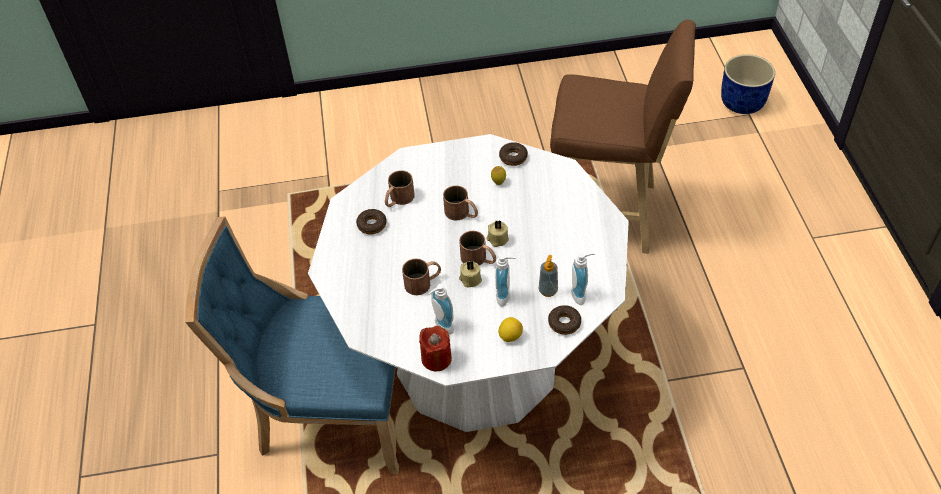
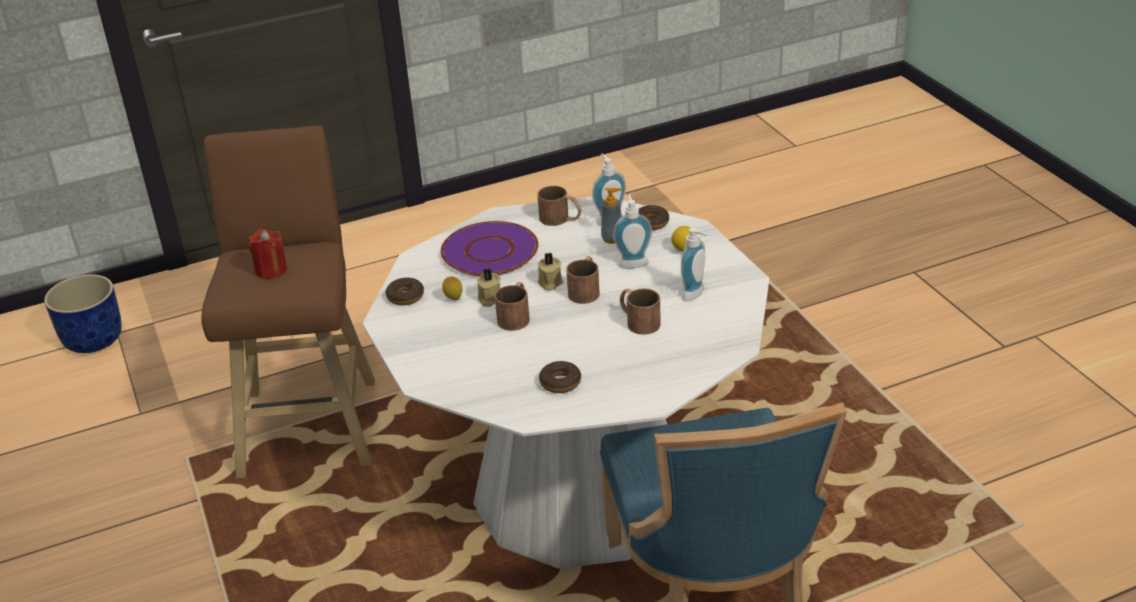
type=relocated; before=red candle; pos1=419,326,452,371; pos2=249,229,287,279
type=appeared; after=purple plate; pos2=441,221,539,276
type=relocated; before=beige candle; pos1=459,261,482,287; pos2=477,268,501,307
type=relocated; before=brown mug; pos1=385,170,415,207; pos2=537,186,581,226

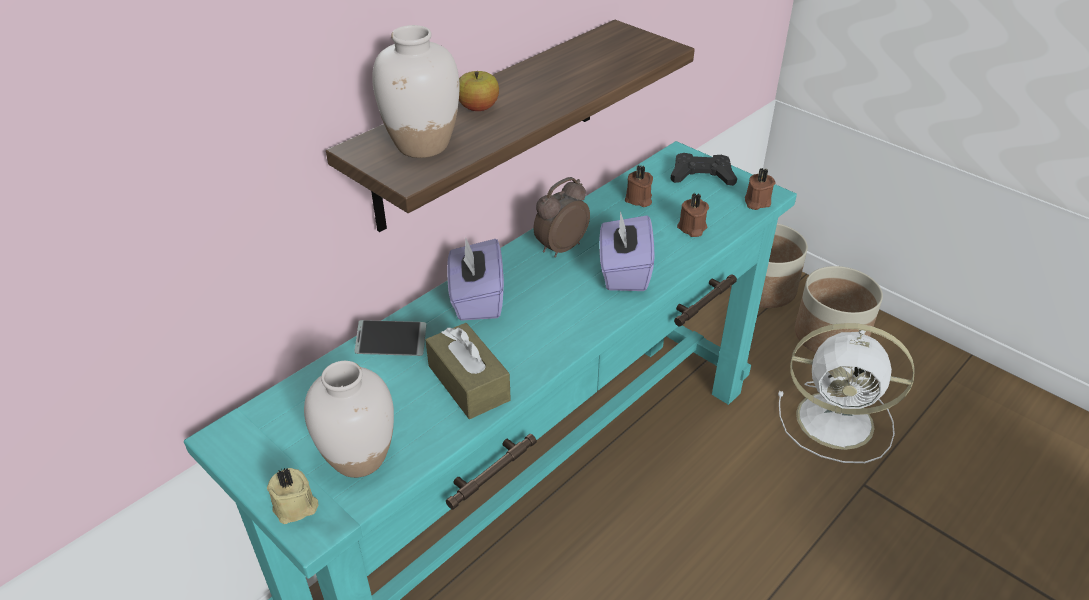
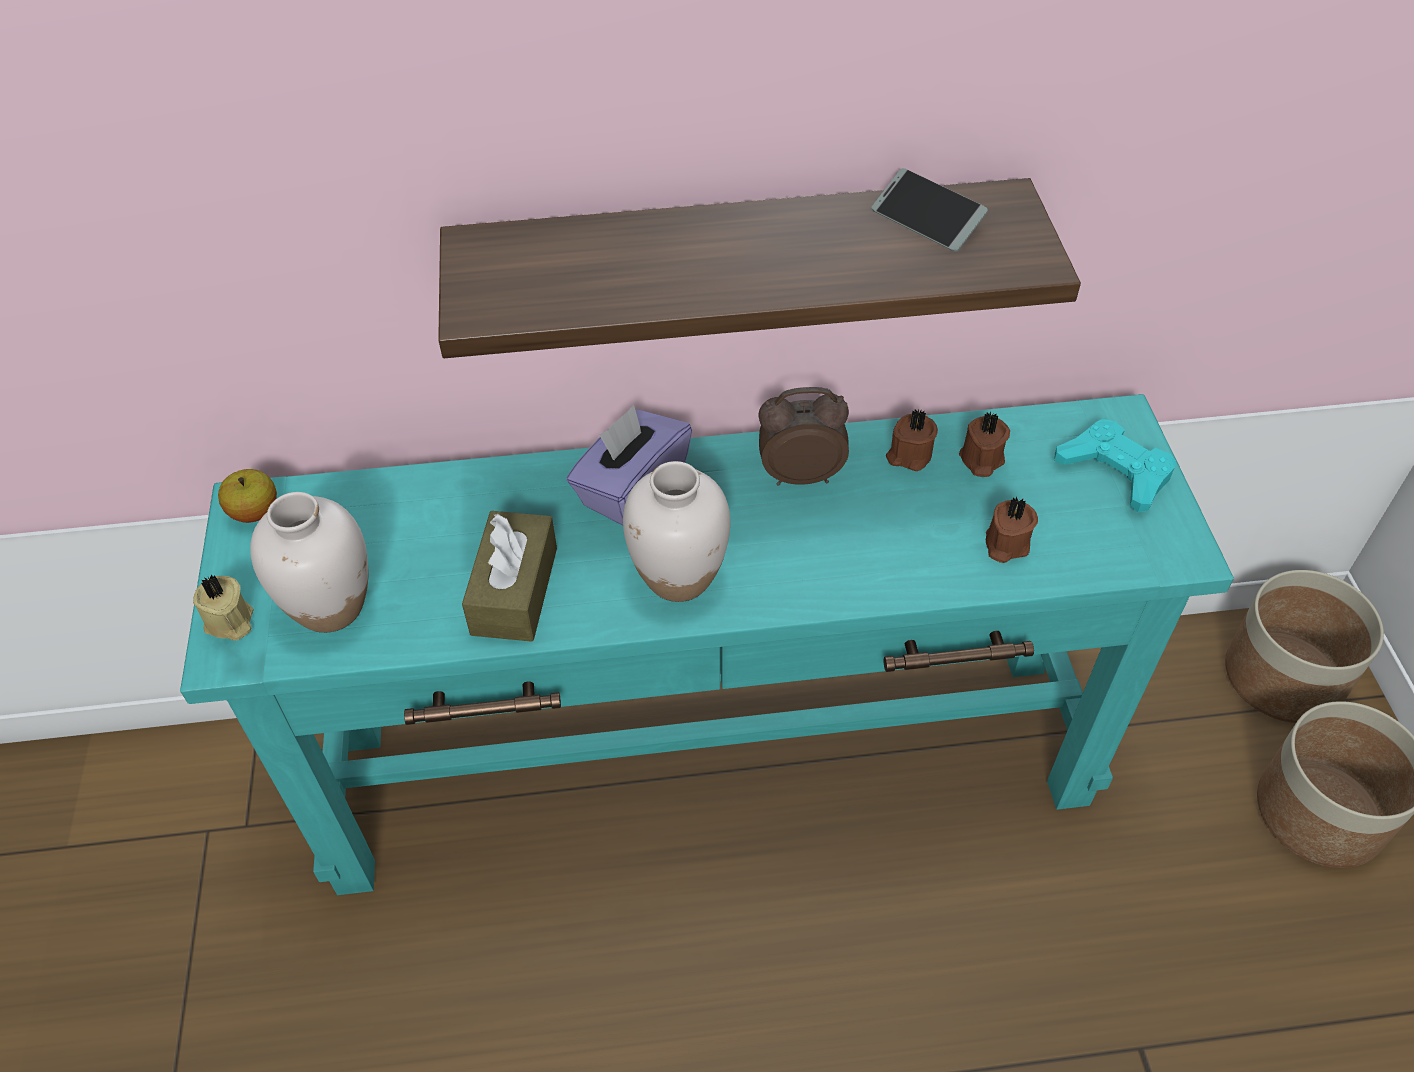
type=relocated; before=apple; pos1=459,71,499,111; pos2=218,469,277,523
type=relocated; before=white vase; pos1=372,25,460,158; pos2=623,461,731,602
type=relocated; before=phone; pos1=354,320,426,356; pos2=871,168,988,252
type=relocated; before=brown candle; pos1=745,168,775,210; pos2=886,409,938,471
type=colour; before=black game controller; after=turquoise game controller; pos1=671,153,737,186; pos2=1054,419,1176,512
type=missing; before=purple tissue box; pos1=599,211,655,291
type=missing; before=white fan; pos1=778,323,914,463

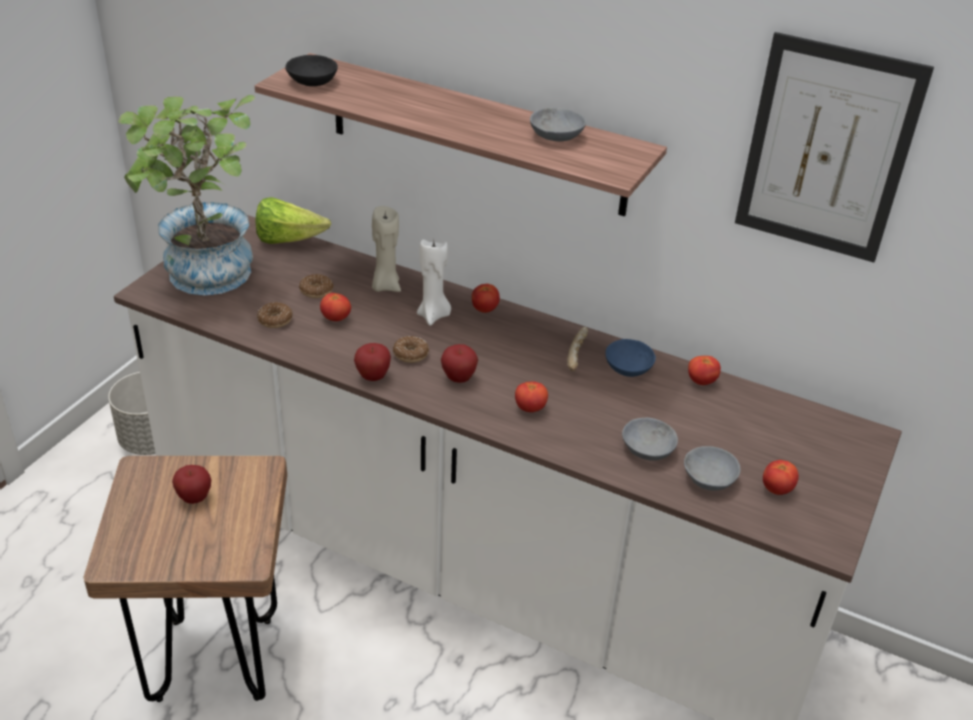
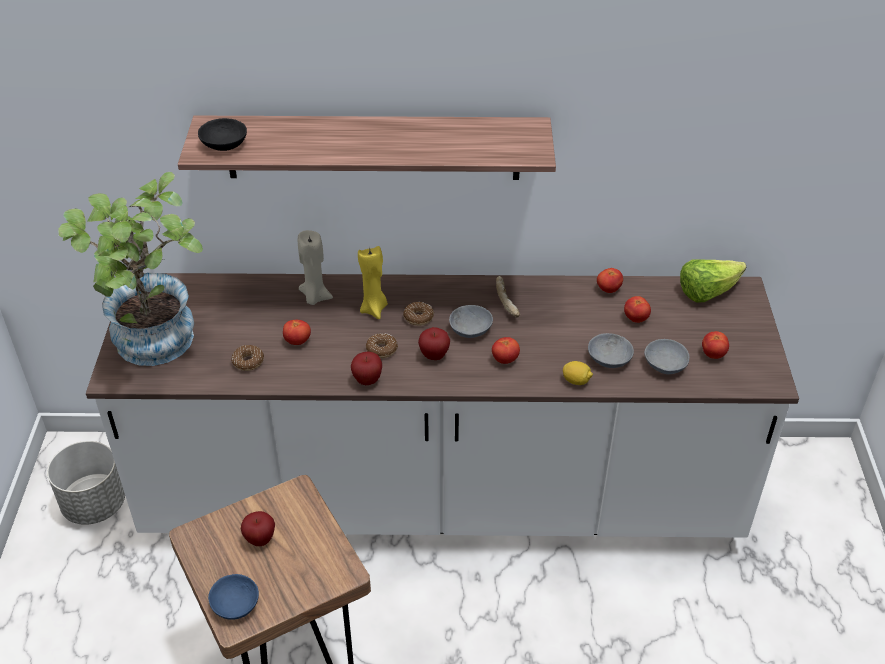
type=relocated; before=blue bowl; pos1=605,339,656,377; pos2=208,574,259,620
type=colour; before=white candle; after=yellow candle; pos1=417,239,451,326; pos2=358,246,388,319
type=relocated; before=donut; pos1=299,274,333,298; pos2=403,302,434,326
type=relocated; before=grey bowl; pos1=530,108,586,141; pos2=449,305,493,338
type=appeared; after=lemon; pos2=563,361,593,385
type=relocated; before=tomato; pos1=472,284,500,313; pos2=624,296,651,323
type=relocated; before=lettuce; pos1=255,197,331,244; pos2=680,260,746,303
type=missing; before=picture; pos1=735,32,934,262

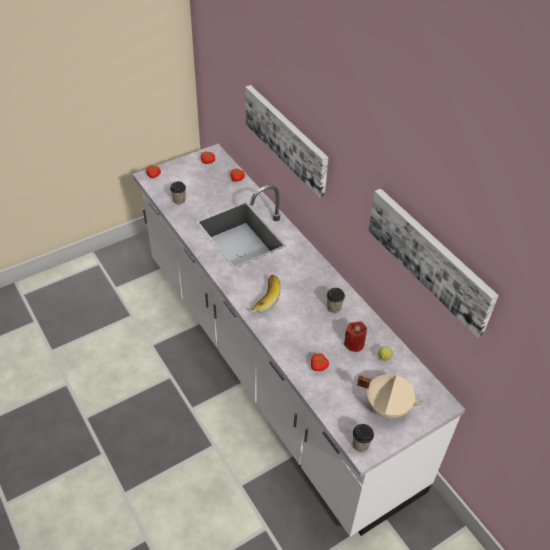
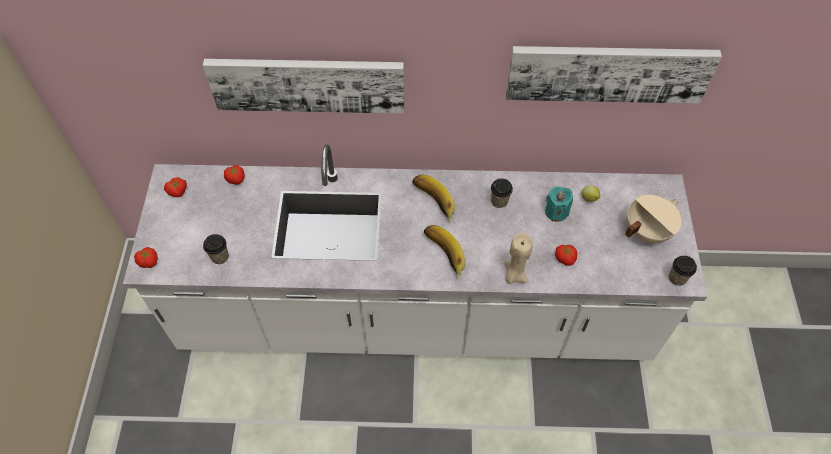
type=appeared; after=banana; pos2=412,175,455,221
type=appeared; after=beige candle; pos2=504,233,533,284
type=colour; before=red candle; after=turquoise candle; pos1=344,321,367,352; pos2=545,186,573,222

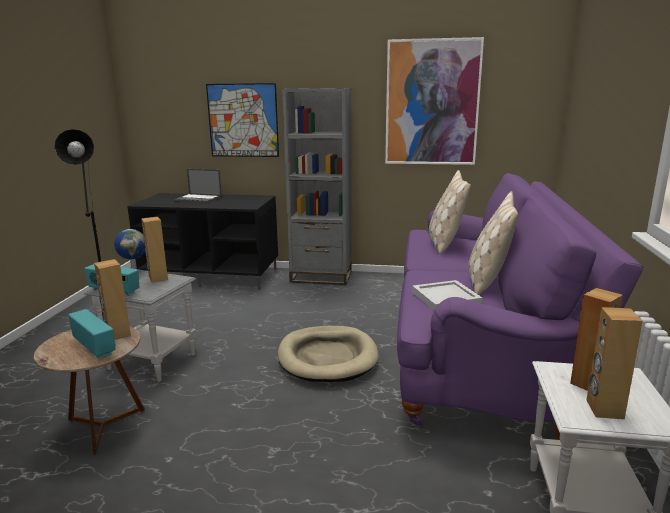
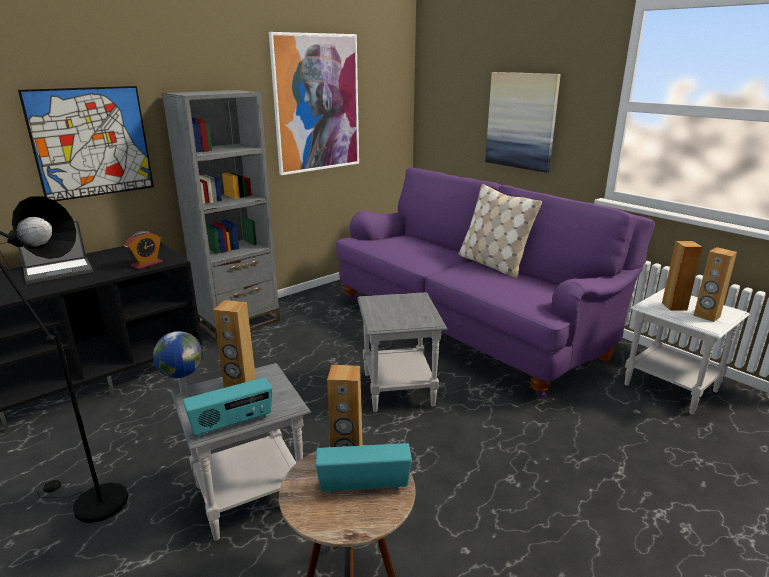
type=appeared; after=alarm clock; pos2=124,231,163,270
type=exchanged; before=beige dog bed; after=grey side table; pos1=278,326,379,382; pos2=357,292,447,412
type=appeared; after=picture; pos2=485,72,561,173
type=missing; before=white tray; pos1=412,280,482,310
type=missing; before=beige pillow; pos1=429,170,471,254

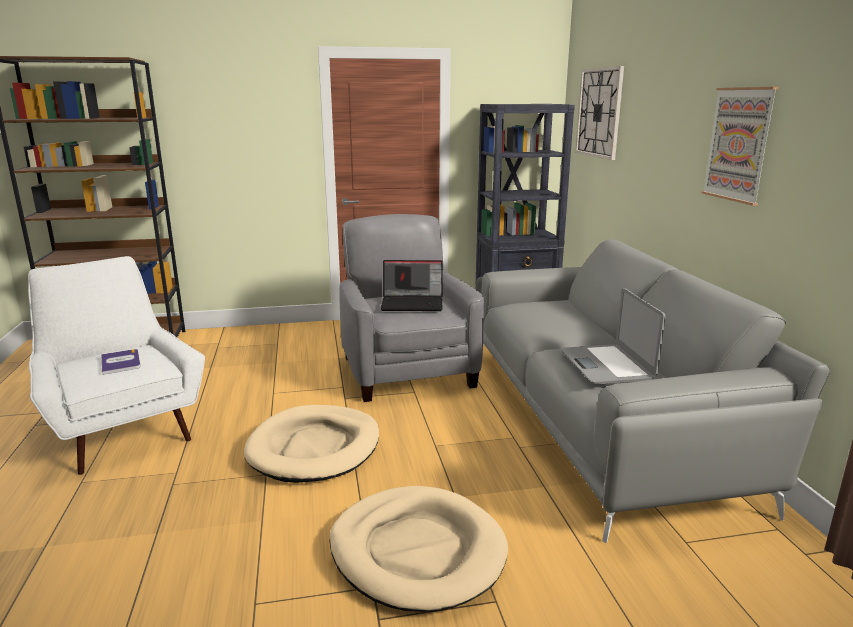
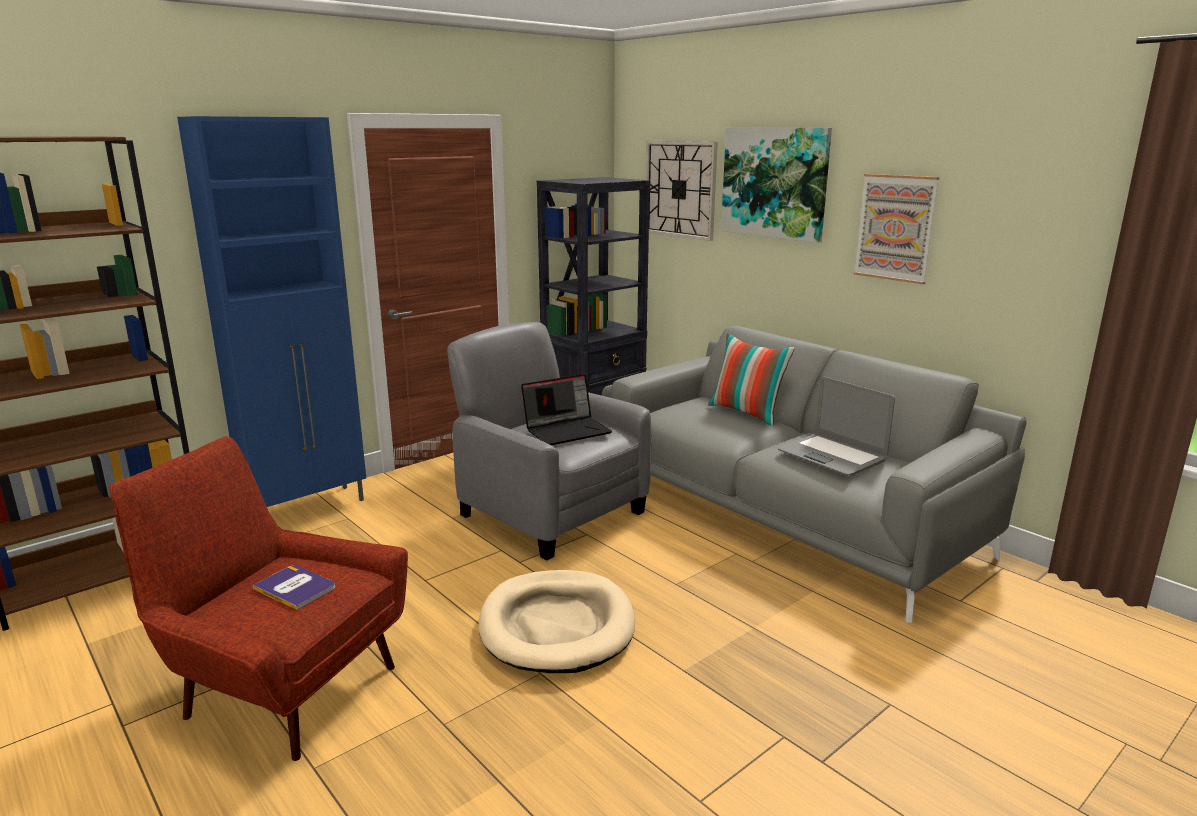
type=colour; before=white armchair; after=red armchair; pos1=28,256,205,475; pos2=110,436,408,761
type=appeared; after=blue cabinet; pos2=177,116,366,507
type=appeared; after=pillow; pos2=708,333,795,426
type=appeared; after=picture; pos2=721,128,832,243
type=missing; before=beige dog bed; pos1=329,486,508,612

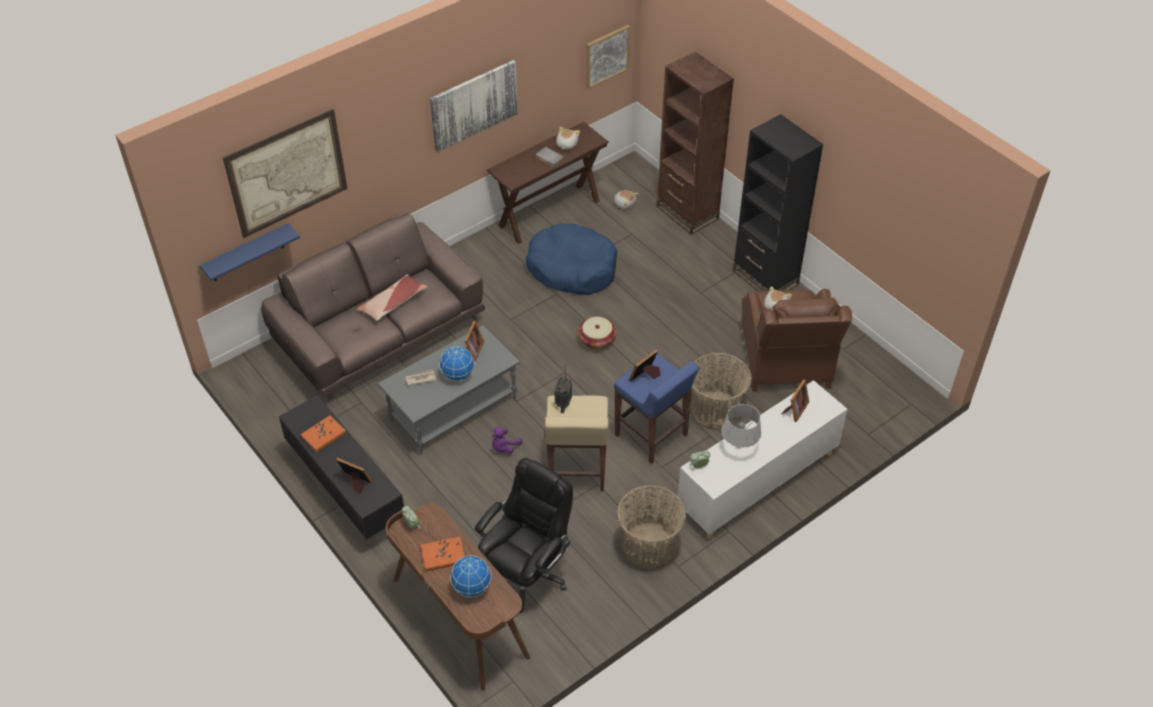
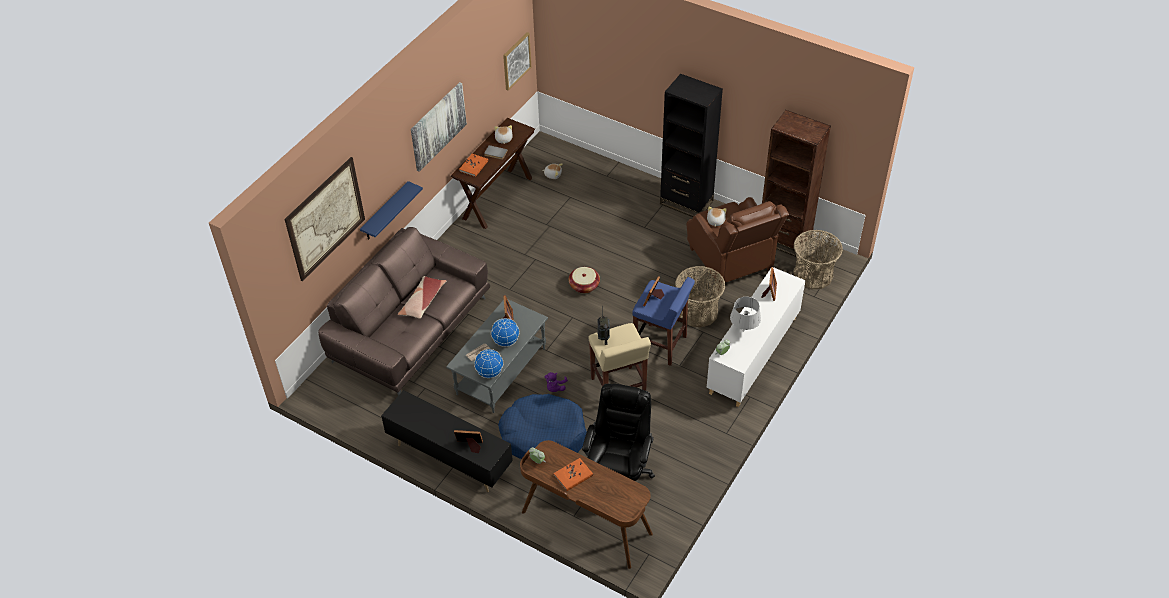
type=relocated; before=blue shelf; pos1=200,223,300,281; pos2=360,181,423,240
type=relocated; before=orange book; pos1=300,416,346,453; pos2=459,154,488,177
type=relocated; before=globe; pos1=450,555,492,597; pos2=474,349,504,378
type=relocated; before=blue dog bed; pos1=525,224,617,295; pos2=498,394,587,459
type=relocated; before=brown bookcase; pos1=657,52,734,235; pos2=762,110,831,257
type=relocated; before=basket; pos1=617,485,686,570; pos2=793,230,843,289

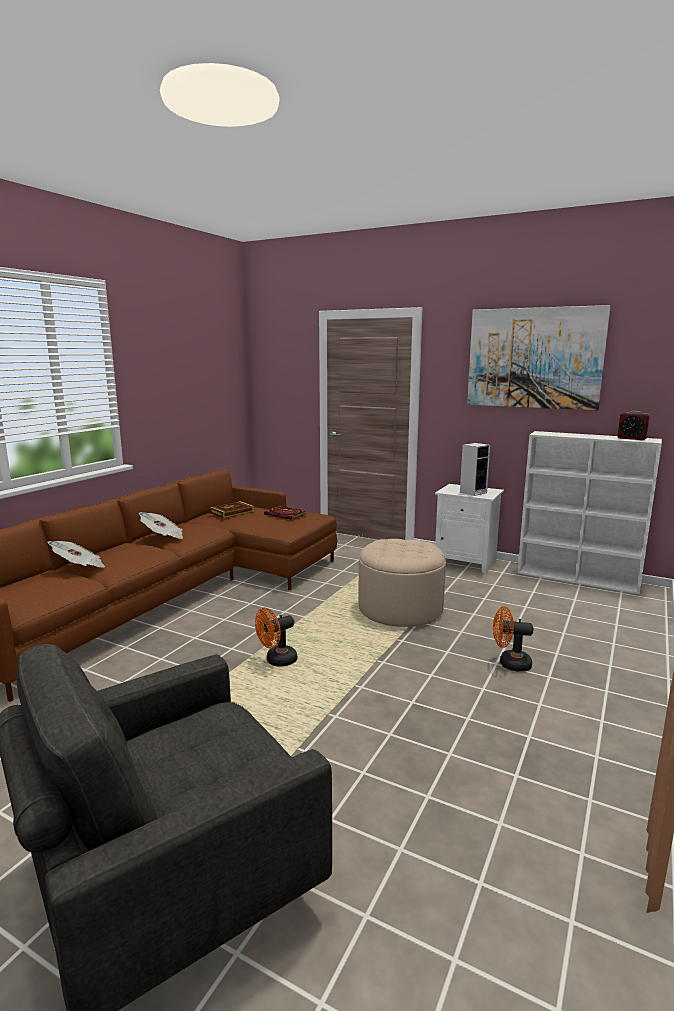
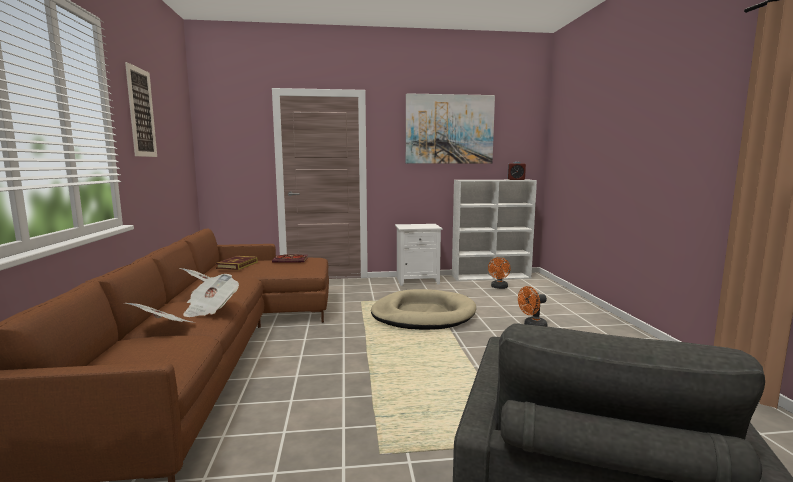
type=appeared; after=picture; pos2=125,62,157,157
type=appeared; after=newspaper; pos2=183,274,239,317
type=exchanged; before=beige ottoman; after=beige dog bed; pos1=359,539,446,627; pos2=371,289,476,330
type=relocated; before=orange fan; pos1=255,608,297,667; pos2=488,257,511,289
type=missing; before=speaker; pos1=460,443,490,496

